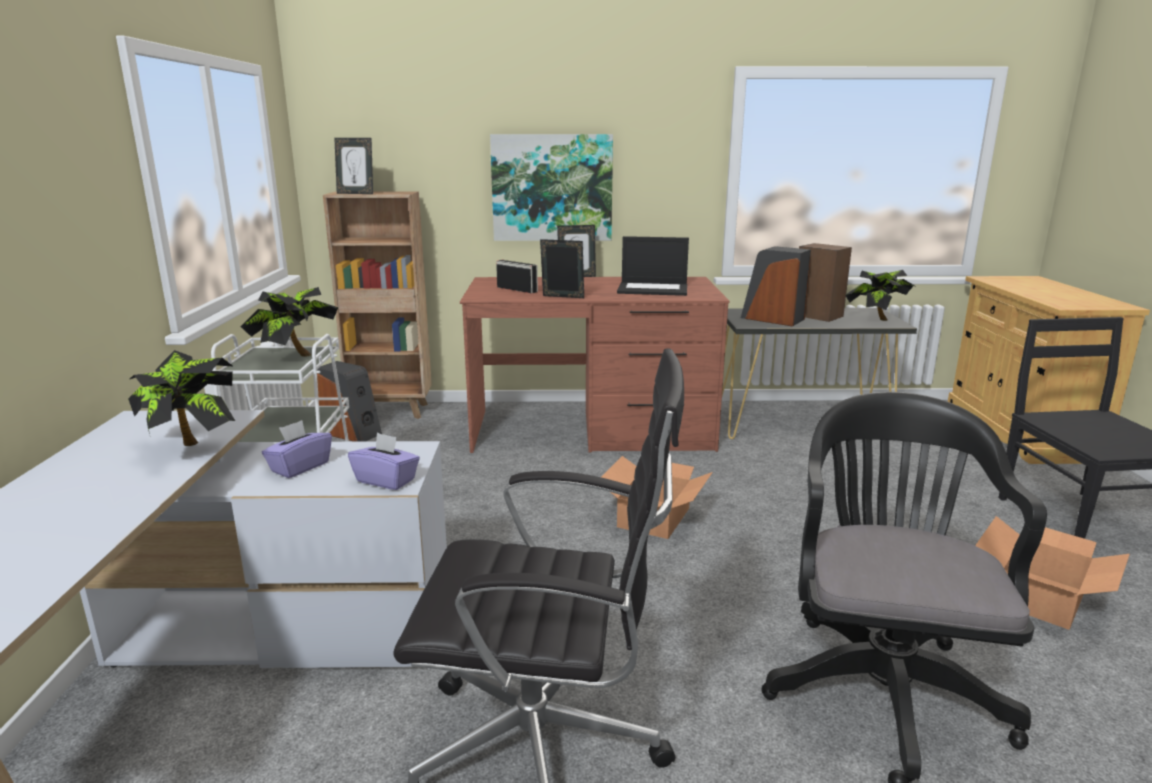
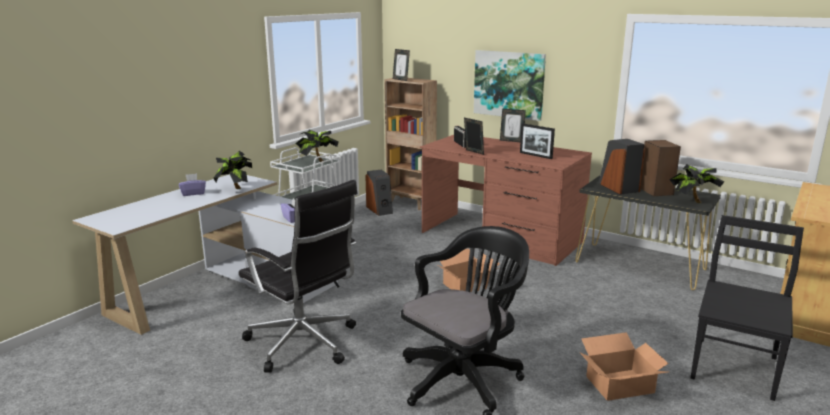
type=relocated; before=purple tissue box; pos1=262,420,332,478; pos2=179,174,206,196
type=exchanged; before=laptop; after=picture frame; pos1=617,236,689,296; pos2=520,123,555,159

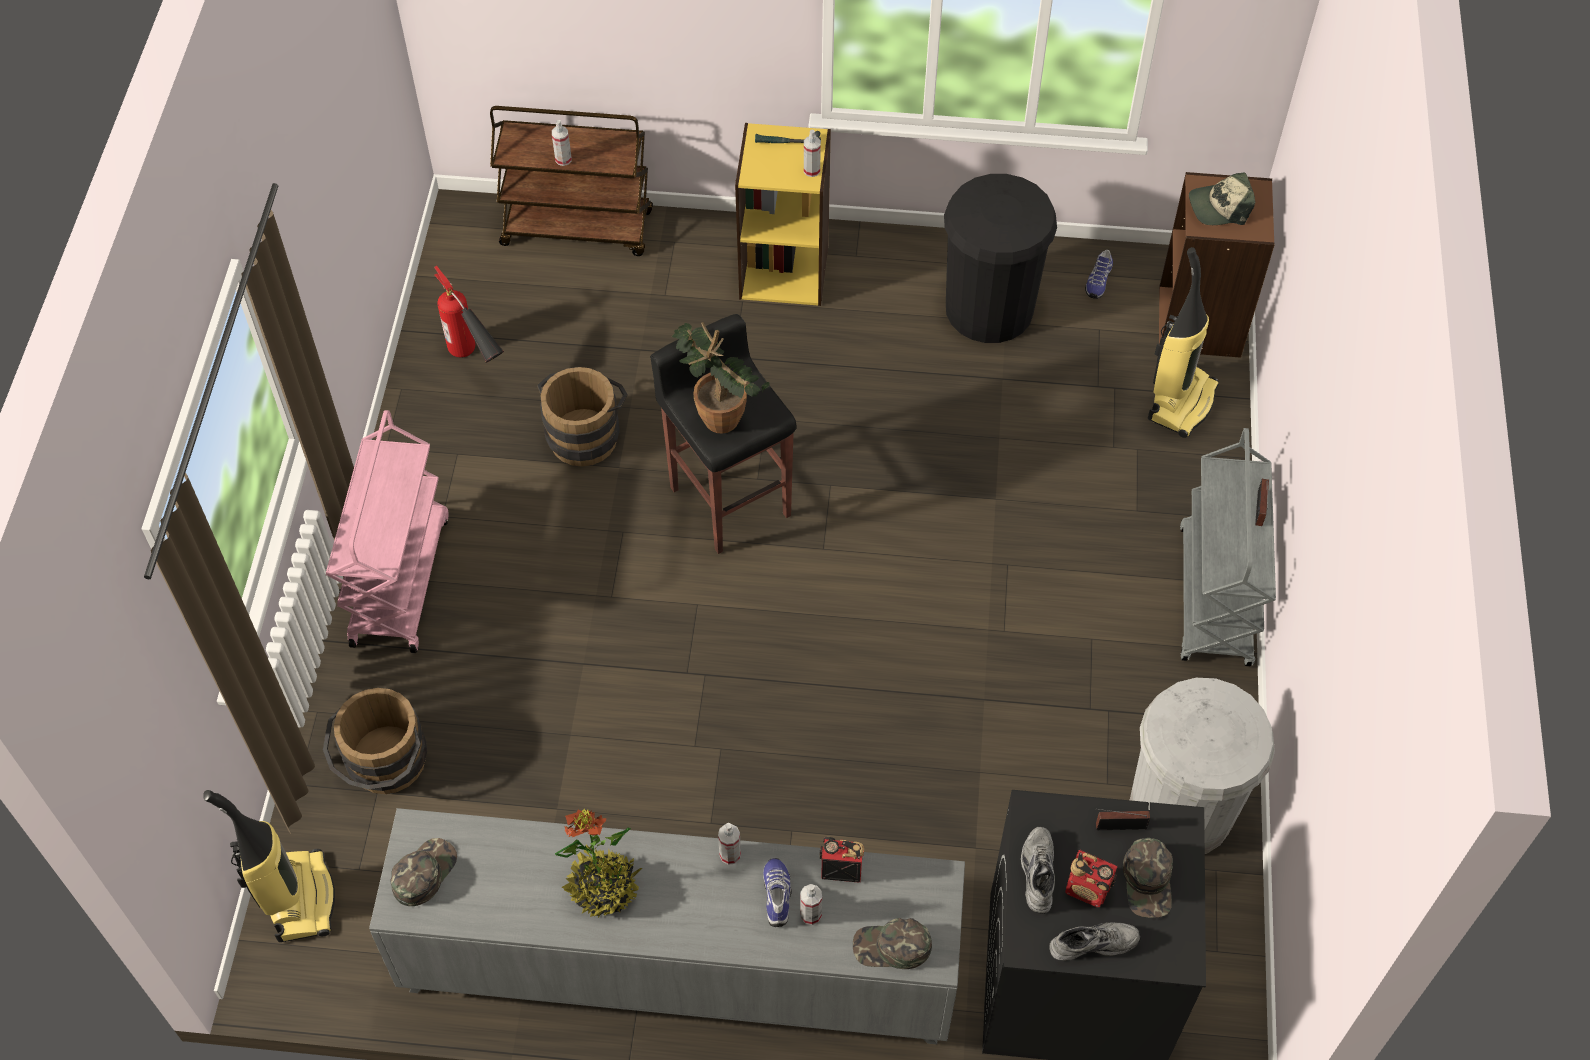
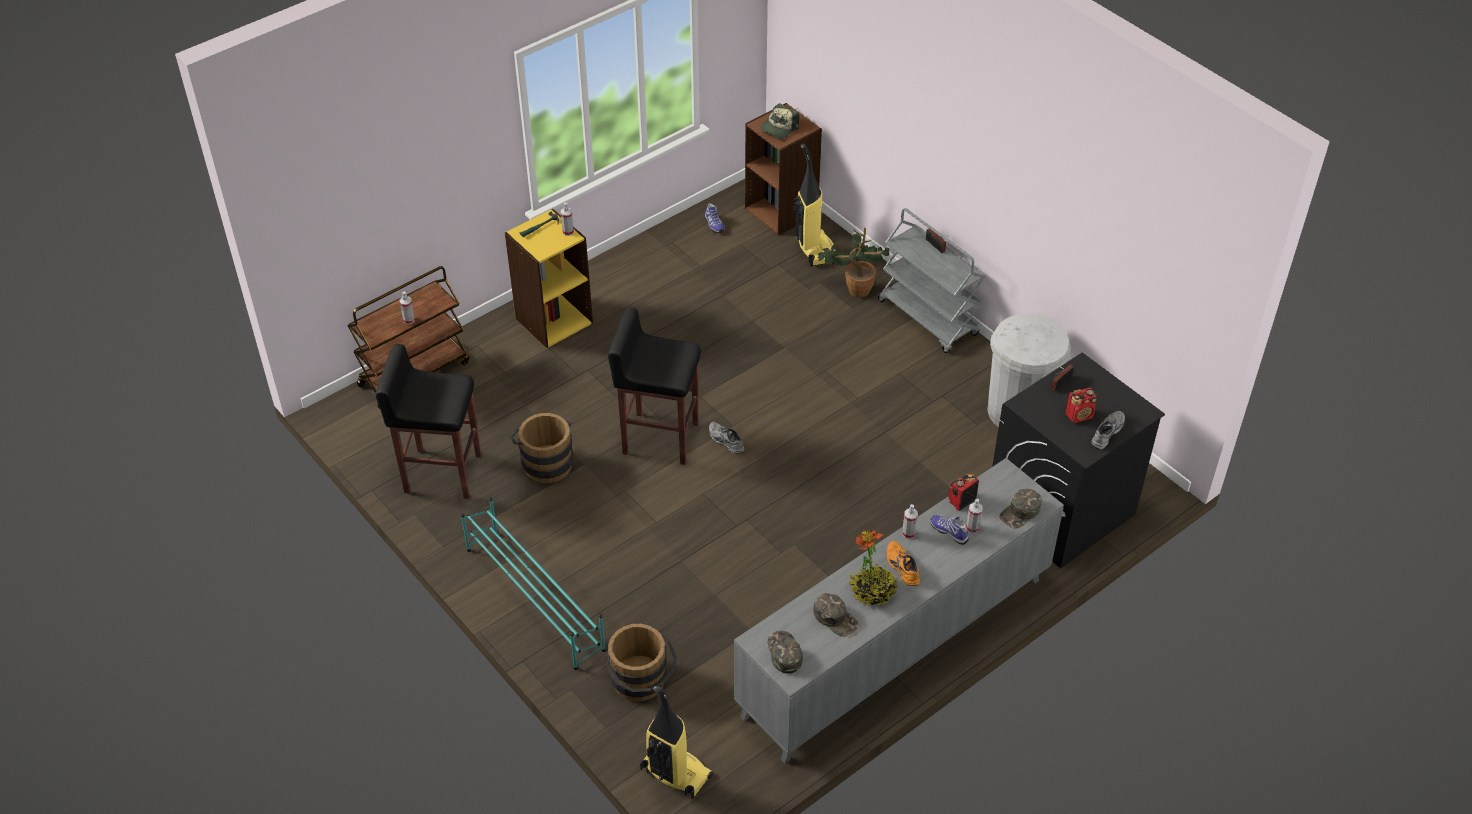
type=exchanged; before=fire extinguisher; after=black stool; pos1=434,266,504,363; pos2=376,344,481,499
type=exchanged; before=pink cart; after=turquoise shoe rack; pos1=326,410,448,653; pos2=461,497,606,670
type=relocated; before=grey shoe; pos1=1021,827,1055,914; pos2=709,422,744,454
type=relocated; before=green cap; pos1=1123,838,1173,918; pos2=813,593,859,637
type=relocated; before=potted plant; pos1=672,322,770,434; pos2=817,228,889,298
type=appeared; after=orange shoe; pos2=887,541,920,586
type=missing; before=black trash can; pos1=944,174,1057,343

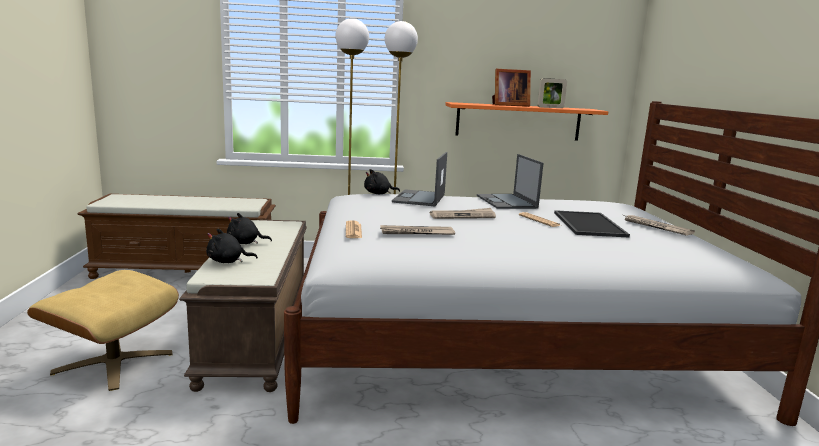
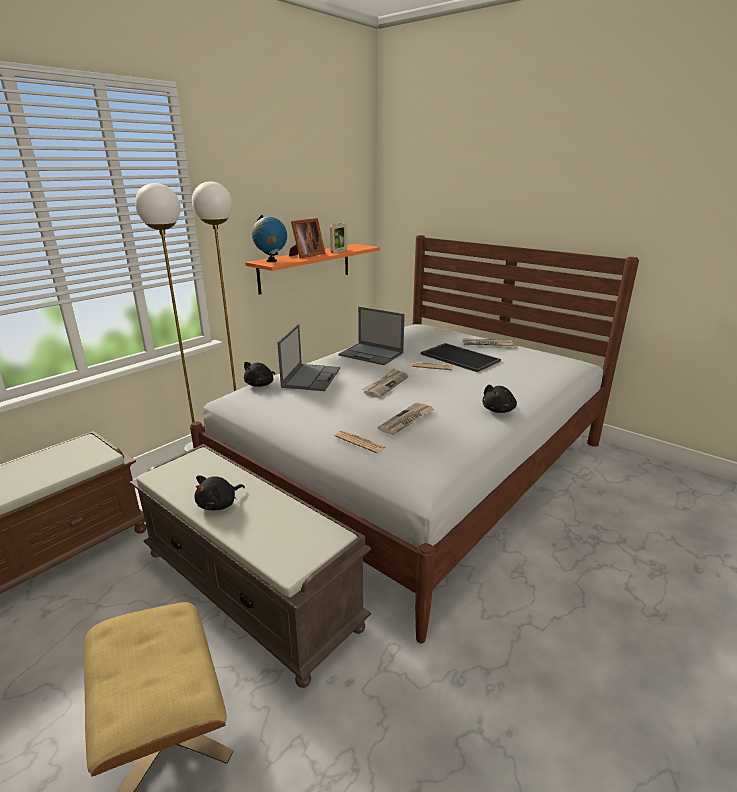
type=appeared; after=globe; pos2=252,215,287,262
type=spun; before=laptop; pos1=392,152,447,206; pos2=277,324,340,391; turn=-135
type=relocated; before=black plush toy; pos1=206,229,258,263; pos2=482,385,517,413

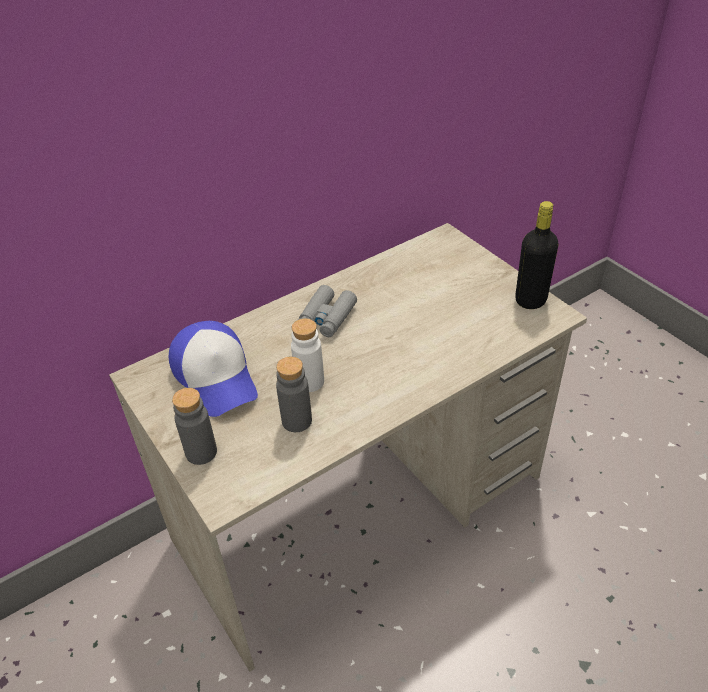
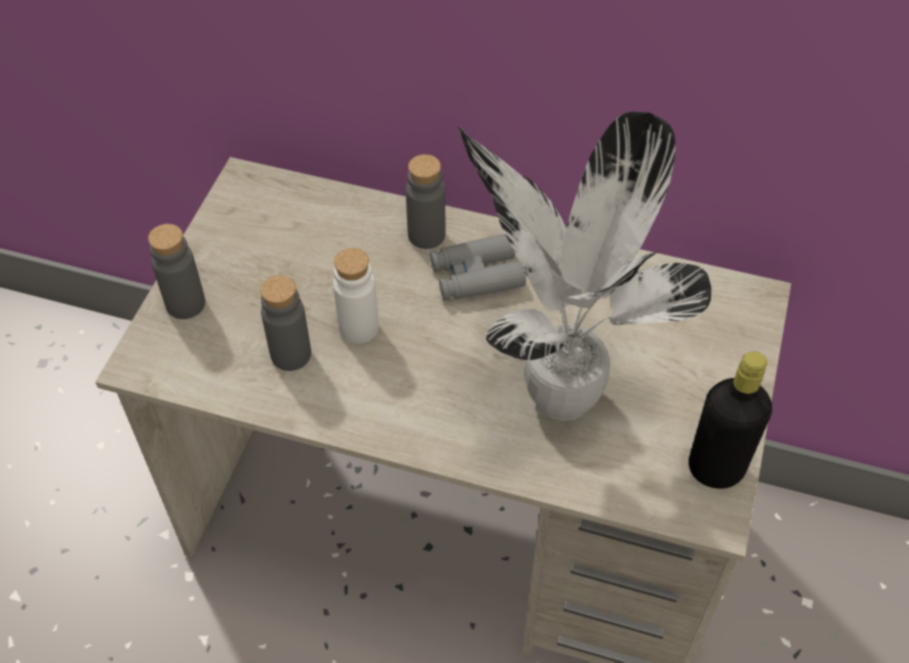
type=appeared; after=grey bottle; pos2=406,154,445,249
type=appeared; after=potted plant; pos2=458,112,712,421
type=missing; before=cap; pos1=169,321,258,417

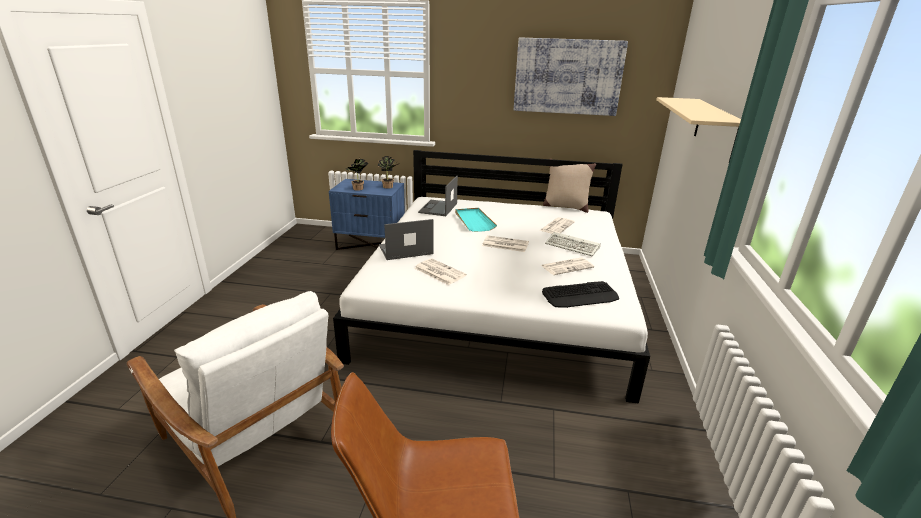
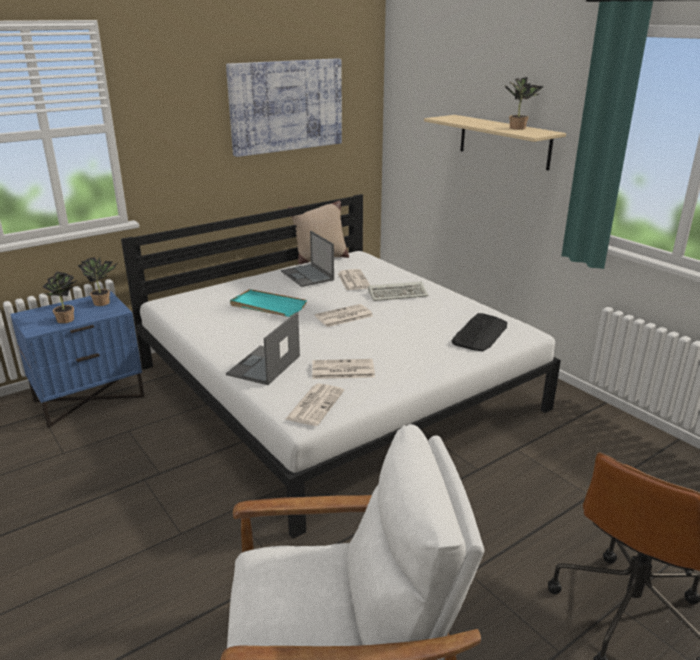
type=relocated; before=laptop; pos1=418,176,458,216; pos2=281,231,334,287
type=relocated; before=newspaper; pos1=541,258,594,275; pos2=286,383,344,426
type=appeared; after=potted plant; pos2=505,77,544,130

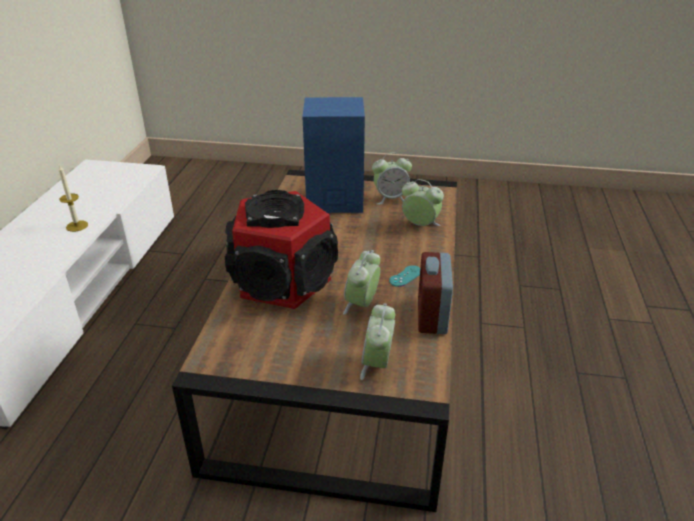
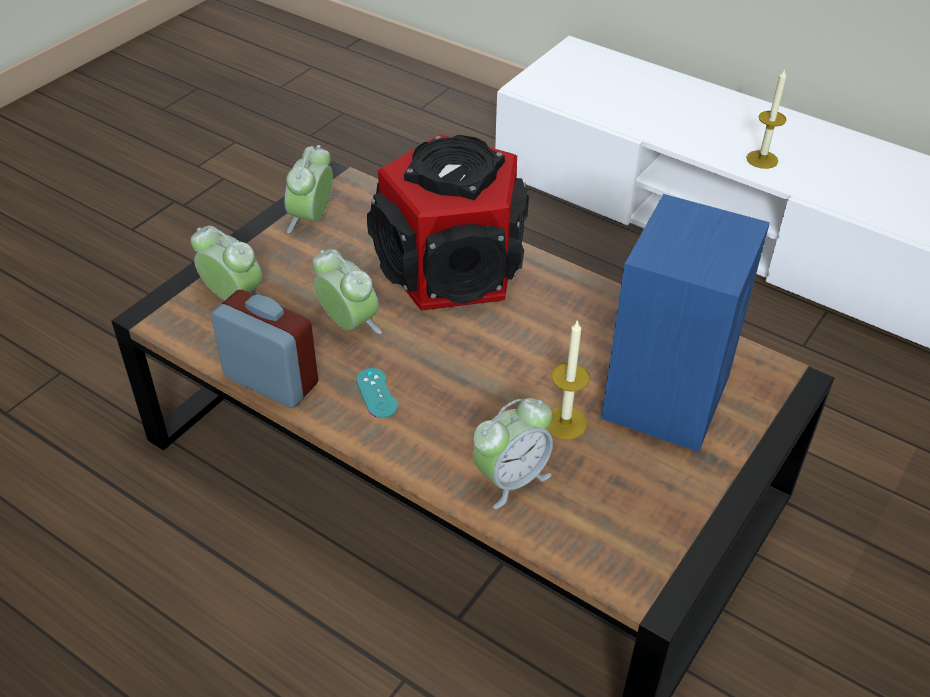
type=relocated; before=alarm clock; pos1=372,153,412,205; pos2=284,145,333,233
type=appeared; after=candle; pos2=546,319,590,440

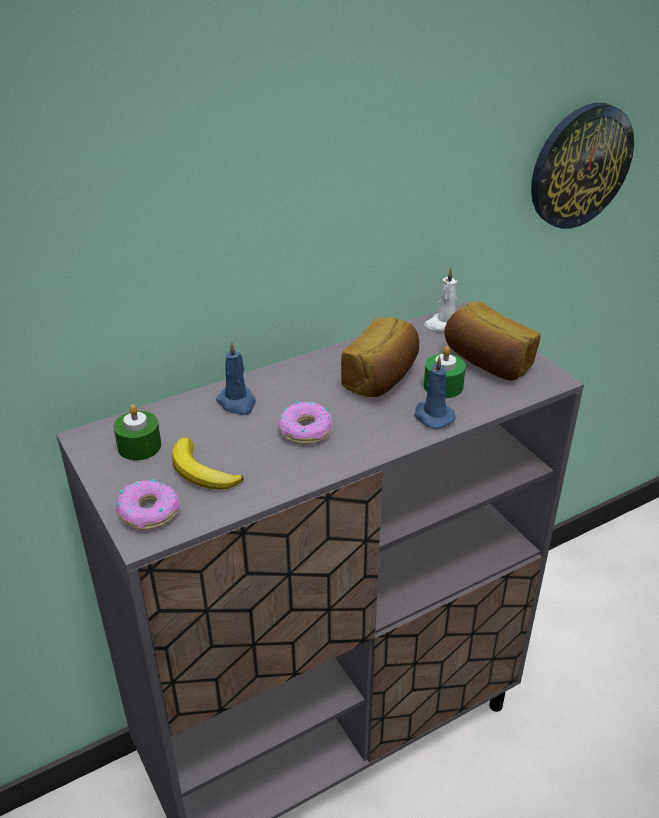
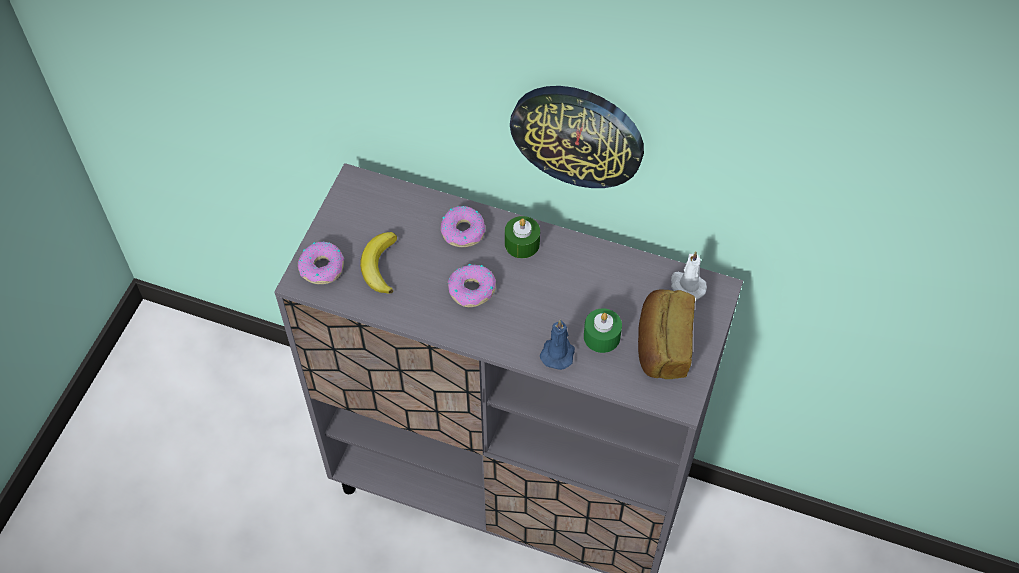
type=exchanged; before=blue candle; after=donut; pos1=216,341,256,415; pos2=441,206,485,247
type=relocated; before=green candle; pos1=114,405,161,461; pos2=505,216,540,258
type=relocated; before=wall clock; pos1=531,103,634,229; pos2=510,86,644,188
type=missing; before=bread; pos1=341,317,419,397

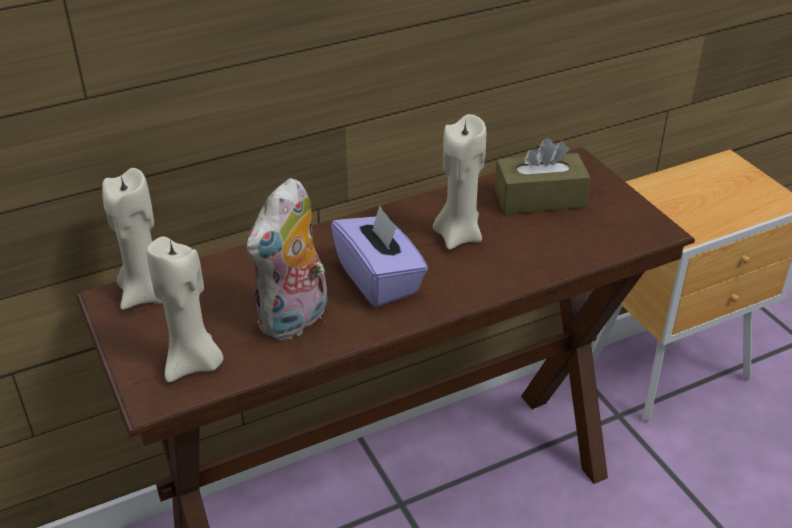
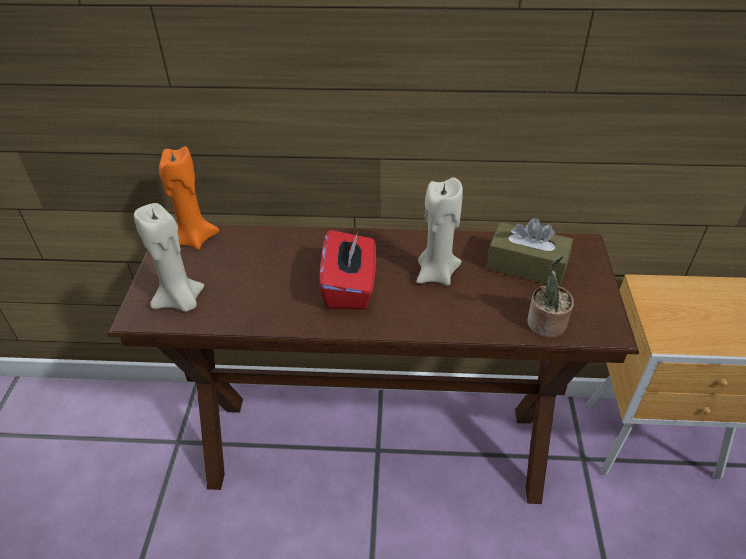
type=colour; before=beige candle; after=orange candle; pos1=102,168,162,310; pos2=159,146,219,250
type=colour; before=purple tissue box; after=red tissue box; pos1=331,206,428,308; pos2=319,230,376,309
type=appeared; after=potted plant; pos2=527,255,574,338
type=missing; before=plush toy; pos1=247,178,327,341

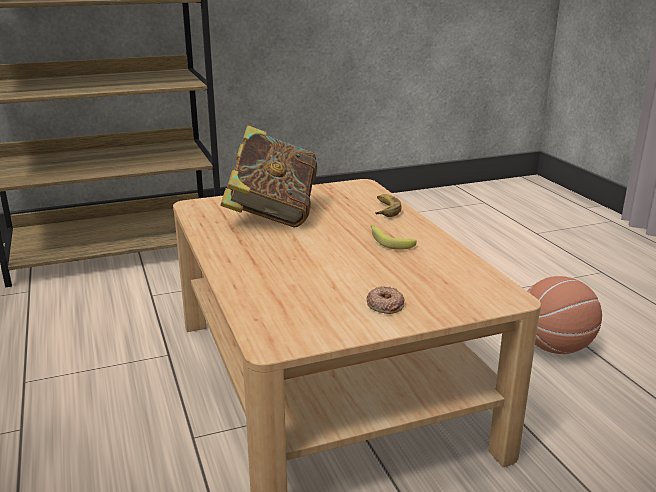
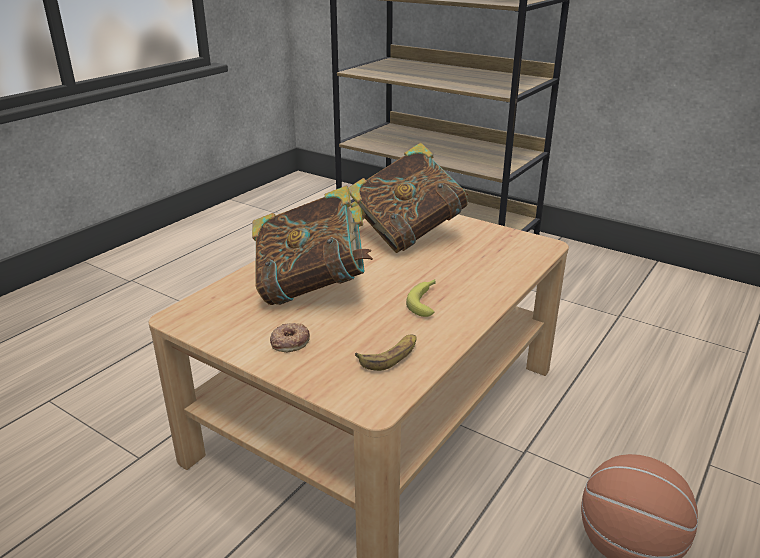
type=appeared; after=book; pos2=252,186,373,305
type=relocated; before=banana; pos1=375,194,401,217; pos2=355,334,417,371

